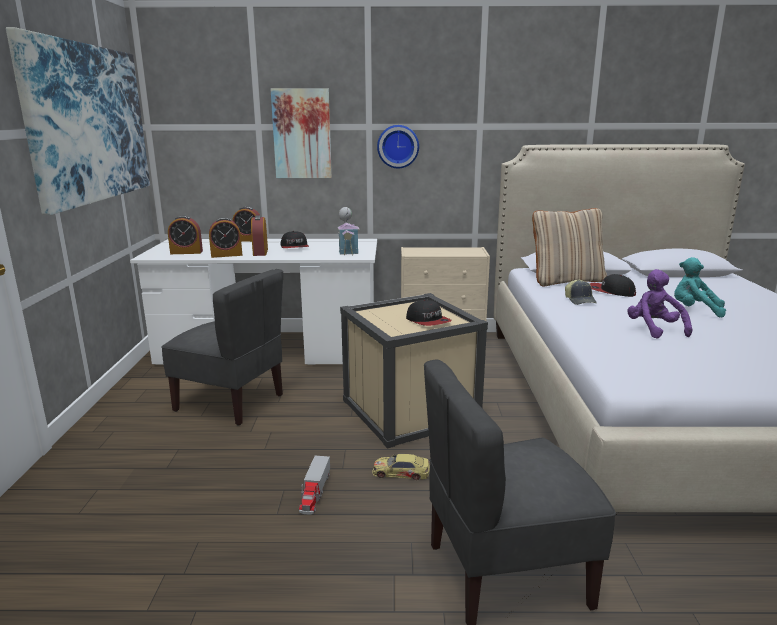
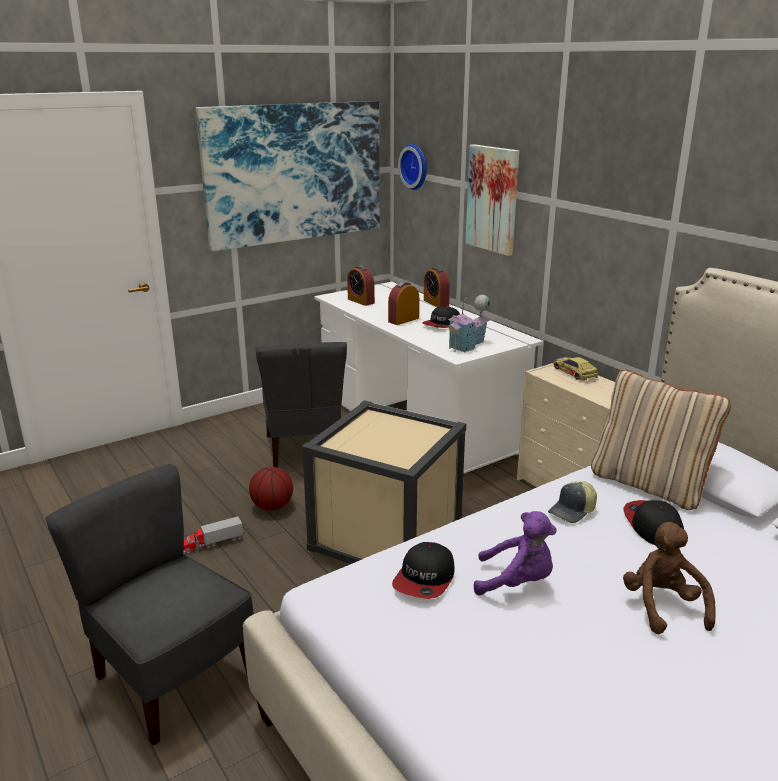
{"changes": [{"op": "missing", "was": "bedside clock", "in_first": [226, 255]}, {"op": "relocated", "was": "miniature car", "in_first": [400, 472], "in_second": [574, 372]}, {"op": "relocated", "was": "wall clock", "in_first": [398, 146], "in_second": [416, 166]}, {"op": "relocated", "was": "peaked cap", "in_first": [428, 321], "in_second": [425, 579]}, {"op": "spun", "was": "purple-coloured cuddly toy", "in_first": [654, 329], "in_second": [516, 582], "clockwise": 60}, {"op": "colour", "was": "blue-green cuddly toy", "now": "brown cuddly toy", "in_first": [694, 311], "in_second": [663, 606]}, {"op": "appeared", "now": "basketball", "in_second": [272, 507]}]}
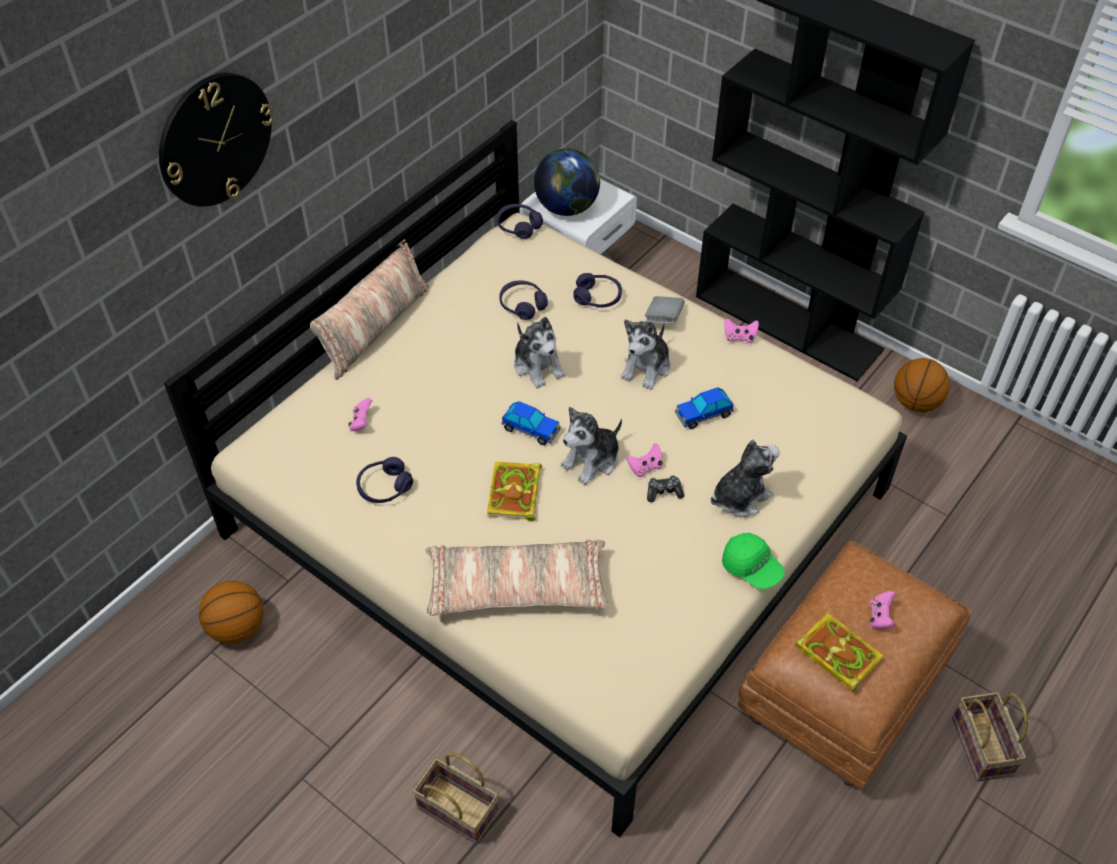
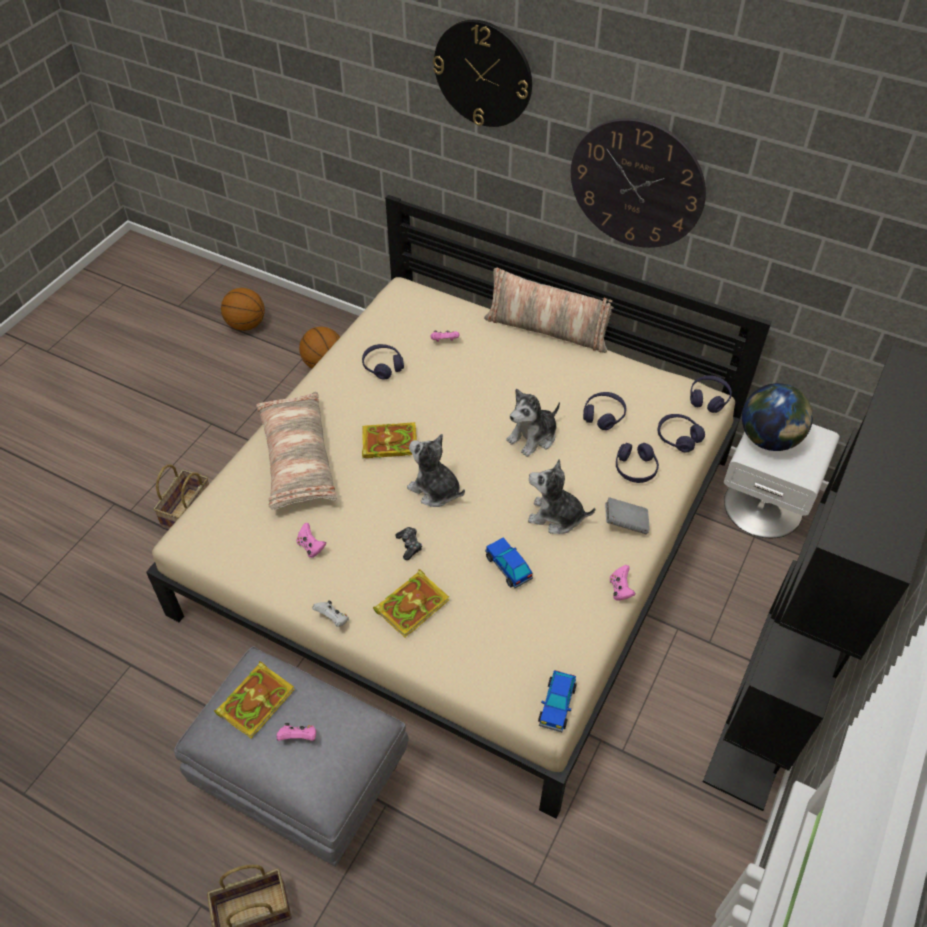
{"changes": [{"op": "relocated", "was": "miniature car", "in_first": [531, 429], "in_second": [557, 705]}, {"op": "relocated", "was": "pinkish game controller", "in_first": [645, 467], "in_second": [311, 547]}, {"op": "exchanged", "was": "cuddly toy", "now": "volume", "in_first": [740, 497], "in_second": [413, 604]}, {"op": "exchanged", "was": "green peaked cap", "now": "white-coloured game controller", "in_first": [751, 568], "in_second": [333, 619]}, {"op": "colour", "was": "brown pouffe", "now": "greyish pouffe", "in_first": [841, 691], "in_second": [304, 776]}, {"op": "relocated", "was": "basketball", "in_first": [915, 403], "in_second": [246, 325]}, {"op": "appeared", "now": "wall clock", "in_second": [637, 184]}, {"op": "appeared", "now": "purple-coloured headset", "in_second": [678, 437]}]}
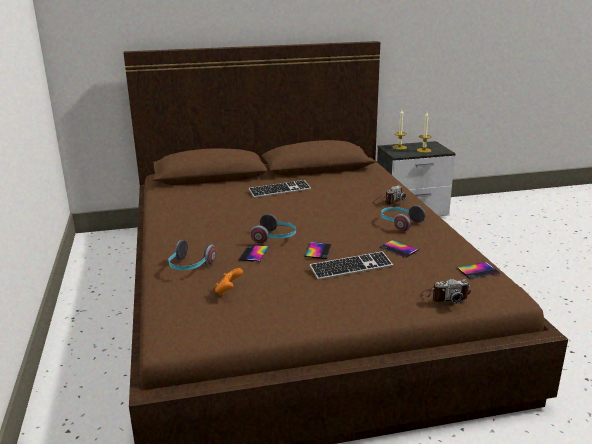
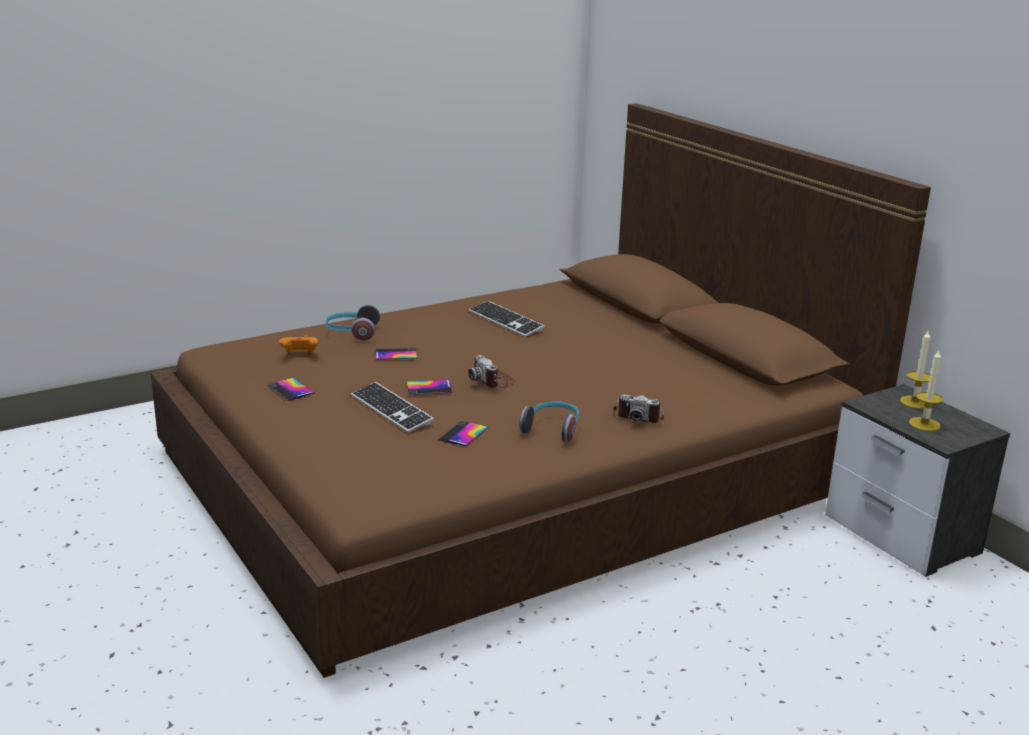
{"changes": [{"op": "relocated", "was": "computer keyboard", "in_first": [279, 190], "in_second": [505, 321]}, {"op": "missing", "was": "headset", "in_first": [275, 238]}, {"op": "relocated", "was": "still camera", "in_first": [445, 296], "in_second": [492, 380]}, {"op": "relocated", "was": "handset", "in_first": [478, 270], "in_second": [290, 389]}]}
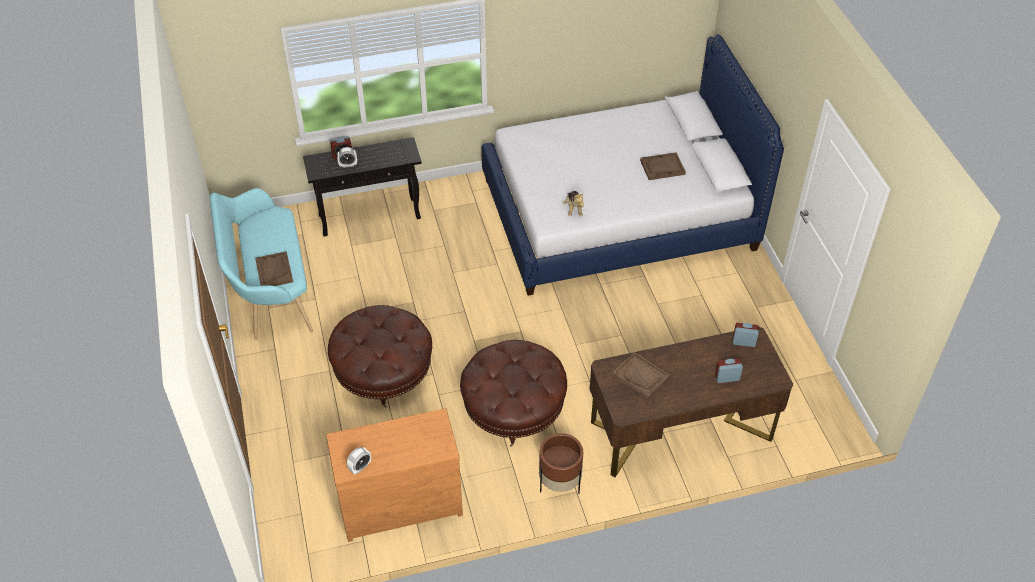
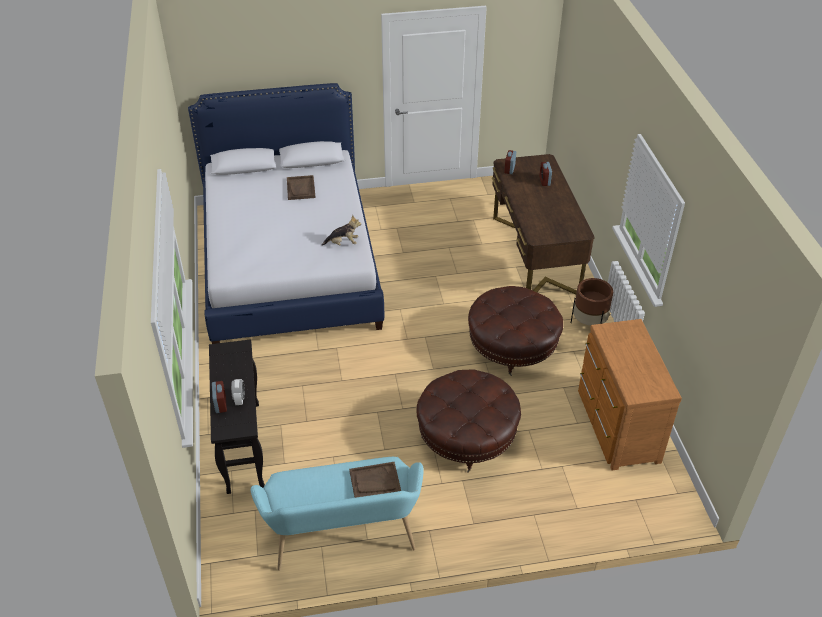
{"changes": [{"op": "missing", "was": "bedside clock", "in_first": [360, 467]}, {"op": "missing", "was": "brown carrying tray", "in_first": [640, 376]}]}
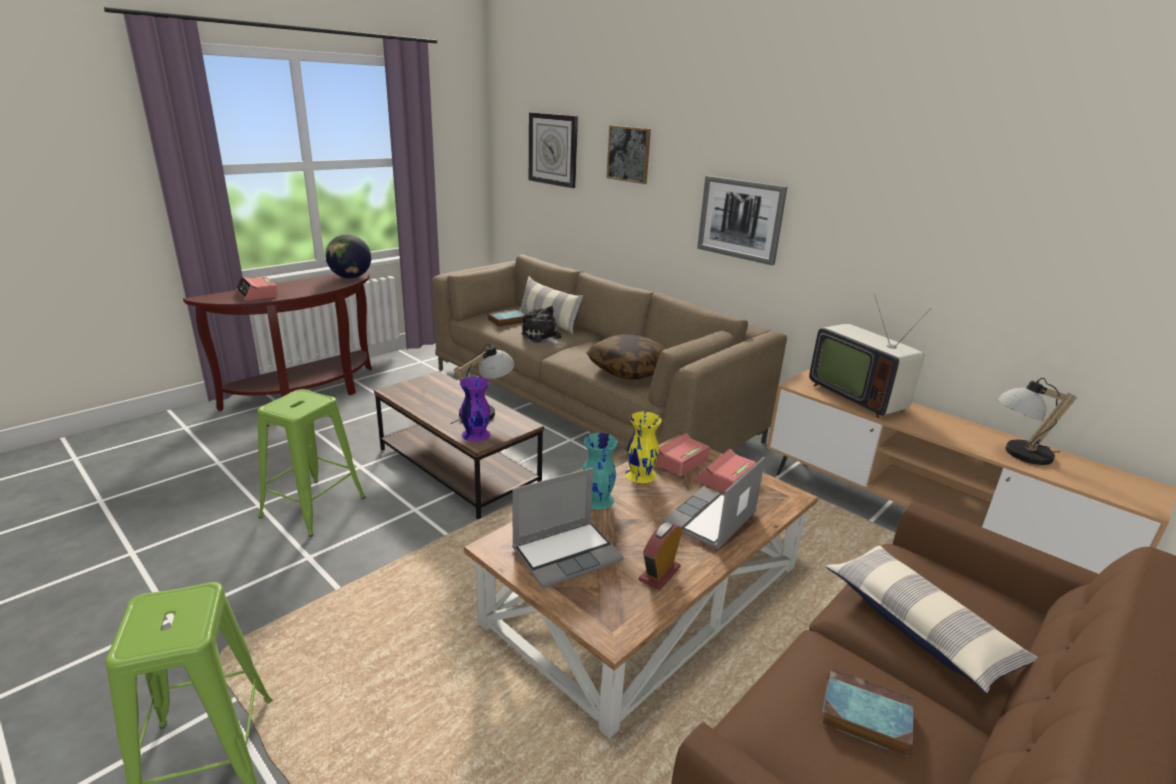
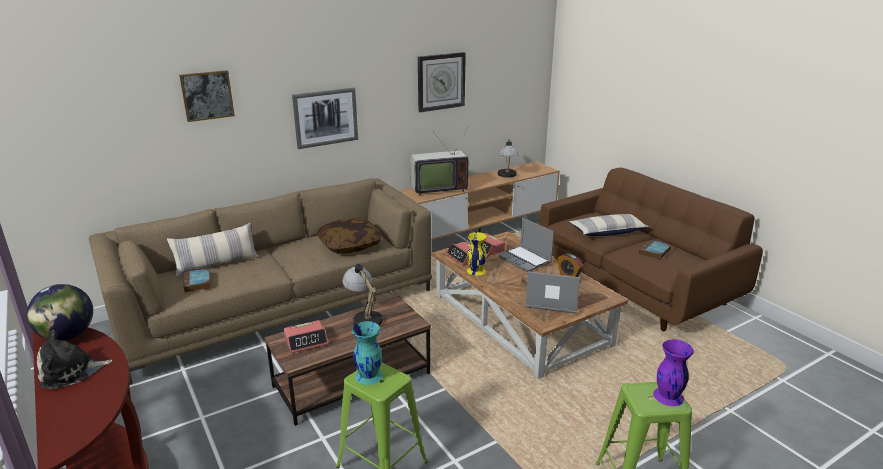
{"changes": [{"op": "relocated", "was": "bedside clock", "in_first": [257, 294], "in_second": [306, 341]}, {"op": "relocated", "was": "purple-coloured vase", "in_first": [475, 434], "in_second": [668, 396]}, {"op": "spun", "was": "notebook computer", "in_first": [567, 553], "in_second": [551, 302], "clockwise": -60}, {"op": "relocated", "was": "cuddly toy", "in_first": [542, 337], "in_second": [71, 372]}, {"op": "relocated", "was": "wall clock", "in_first": [553, 149], "in_second": [441, 81]}, {"op": "relocated", "was": "blue-green vase", "in_first": [598, 500], "in_second": [369, 375]}]}
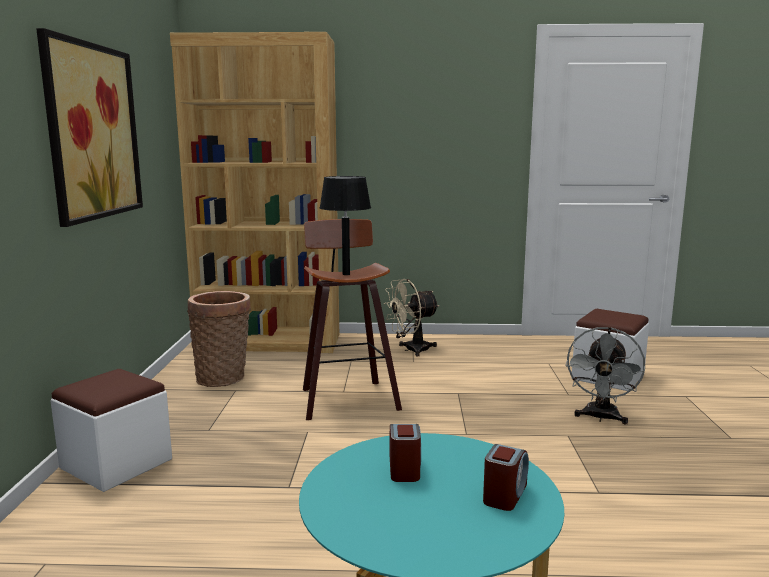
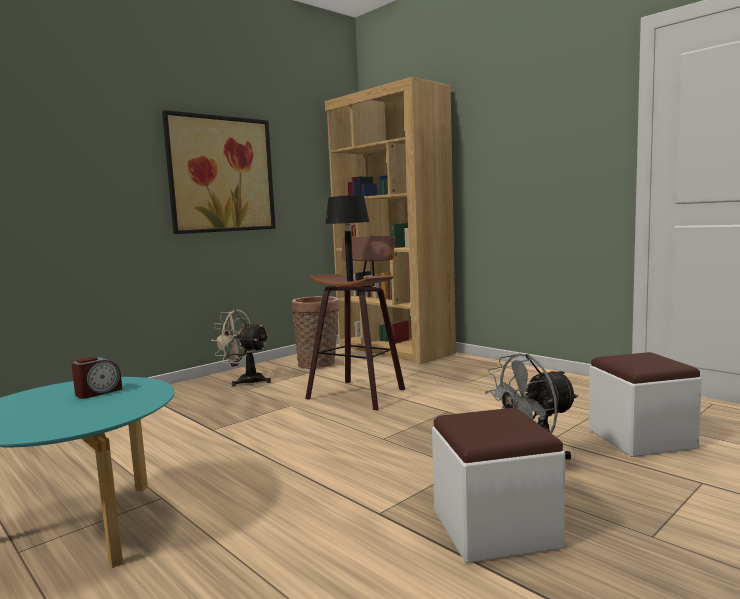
{"changes": [{"op": "relocated", "was": "white-coloured pouffe", "in_first": [116, 464], "in_second": [495, 528]}, {"op": "relocated", "was": "sand-coloured cooling fan", "in_first": [411, 350], "in_second": [245, 381]}, {"op": "missing", "was": "bedside clock", "in_first": [505, 494]}]}
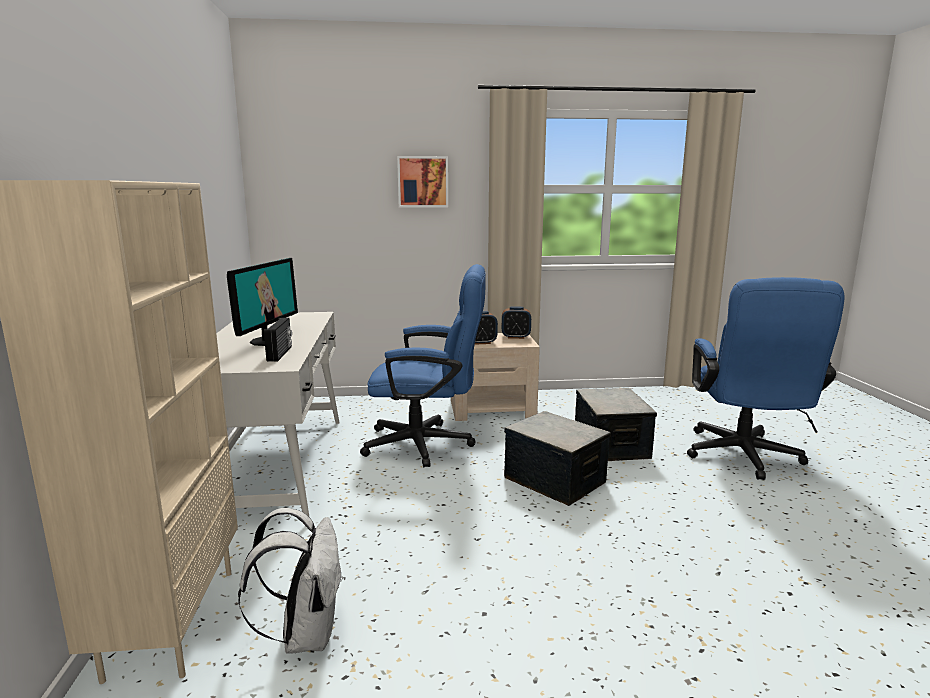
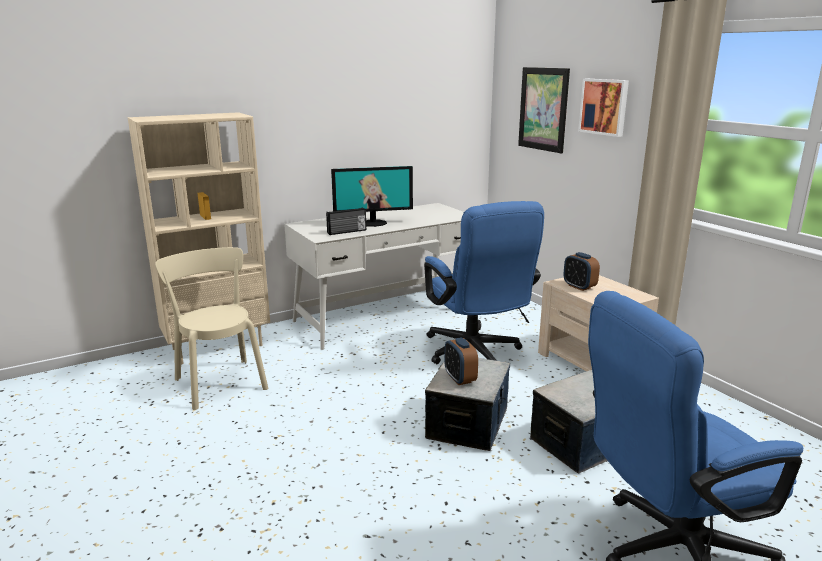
{"changes": [{"op": "exchanged", "was": "white-coloured backpack", "now": "sand-coloured chair", "in_first": [305, 634], "in_second": [219, 381]}, {"op": "relocated", "was": "bedside clock", "in_first": [515, 337], "in_second": [460, 378]}, {"op": "appeared", "now": "wall art", "in_second": [543, 109]}]}
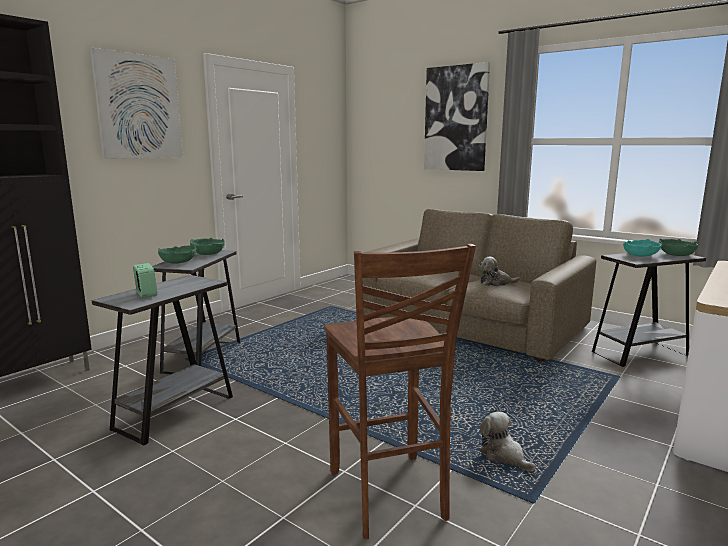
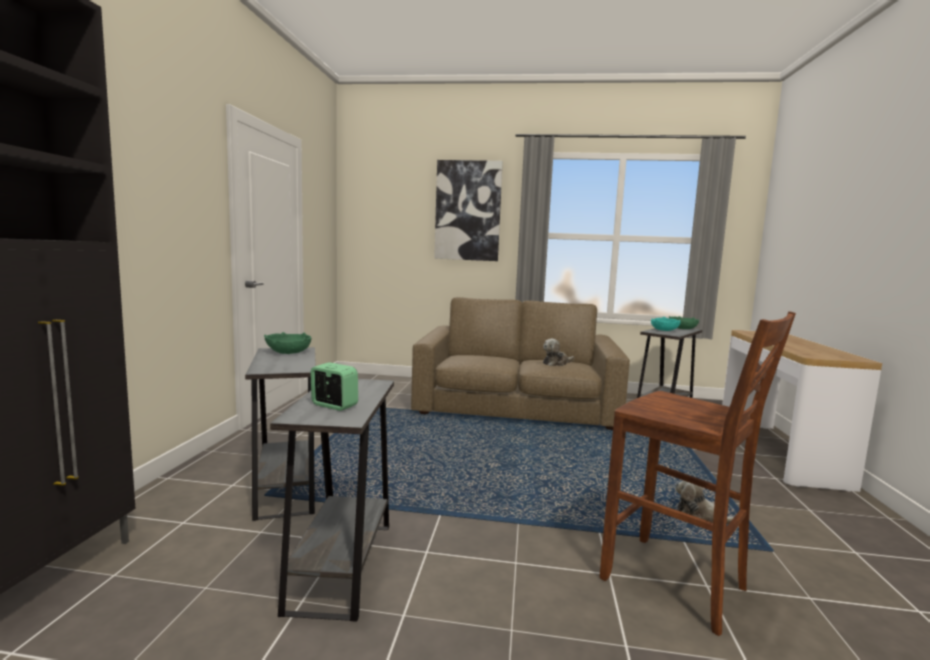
{"changes": [{"op": "missing", "was": "wall art", "in_first": [139, 107]}, {"op": "missing", "was": "green bowl", "in_first": [178, 262]}]}
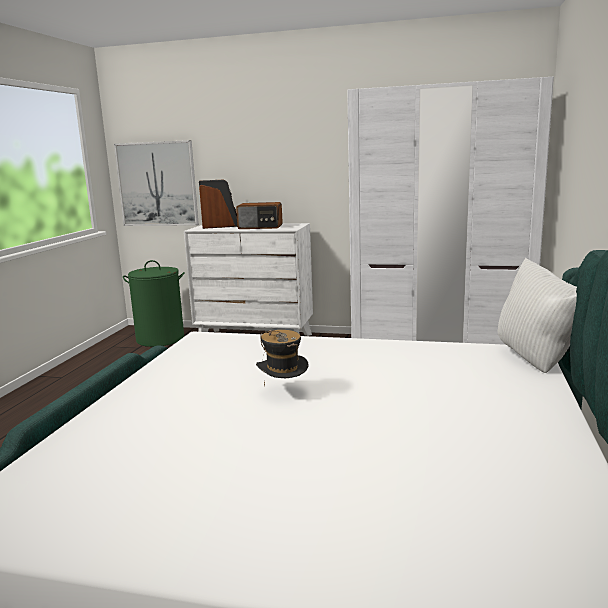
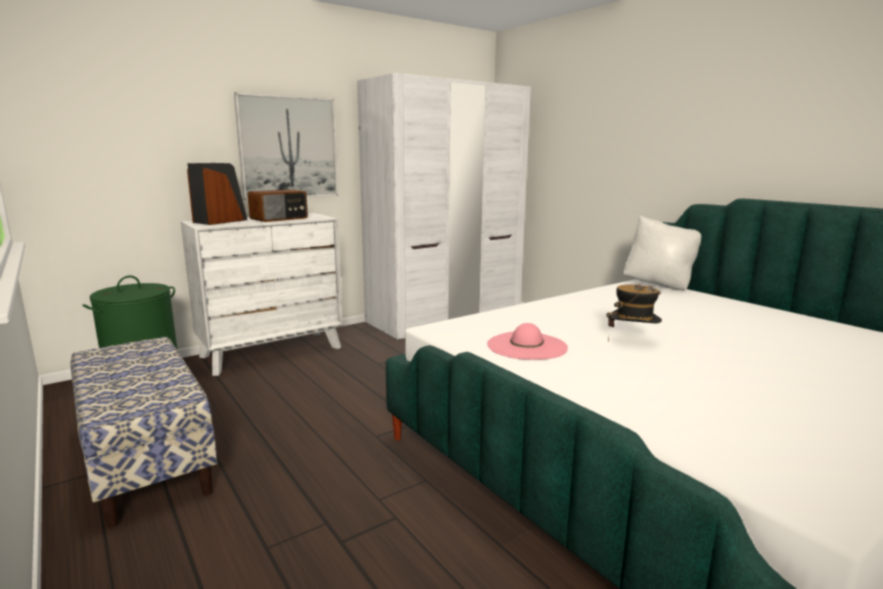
{"changes": [{"op": "relocated", "was": "wall art", "in_first": [157, 184], "in_second": [289, 148]}, {"op": "appeared", "now": "bench", "in_second": [145, 460]}, {"op": "appeared", "now": "pinkish wearable hat", "in_second": [527, 346]}]}
